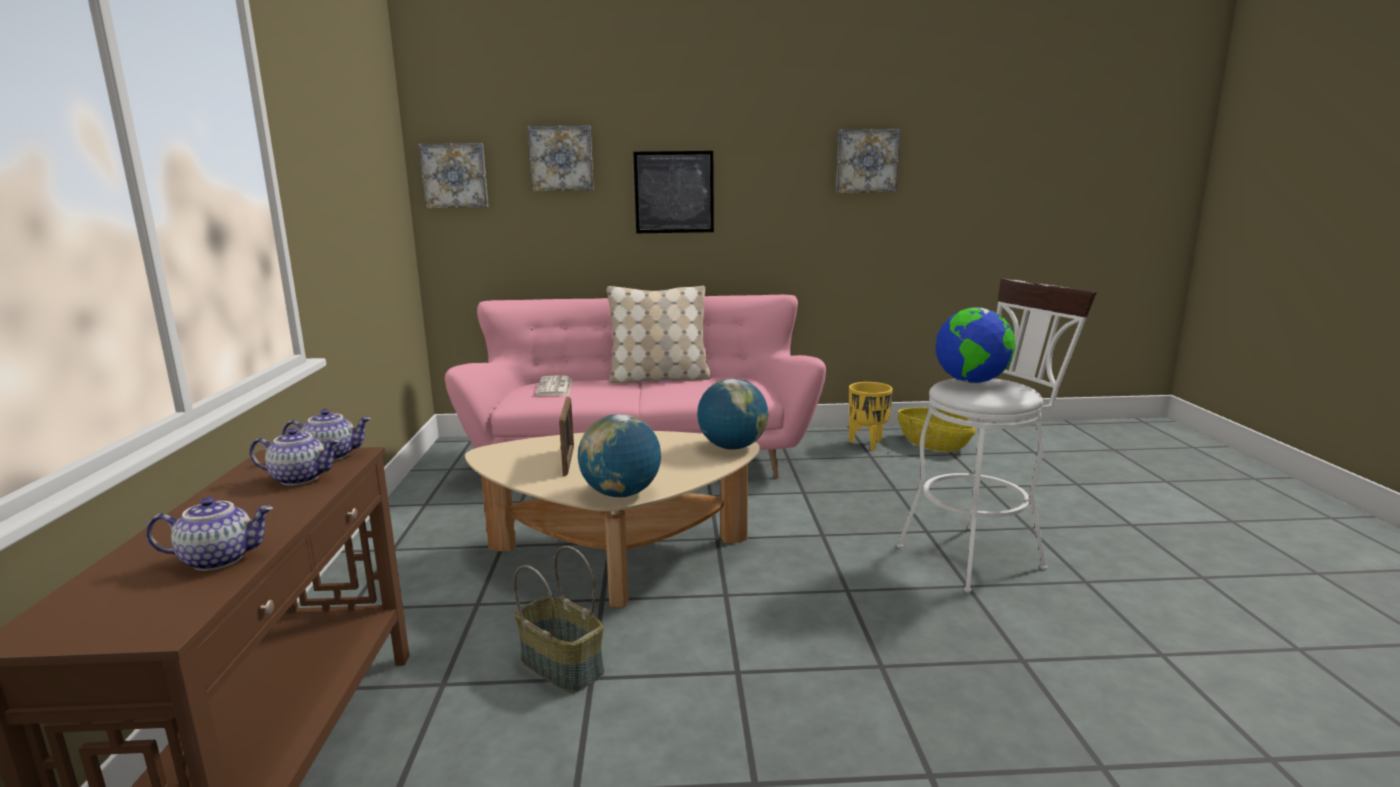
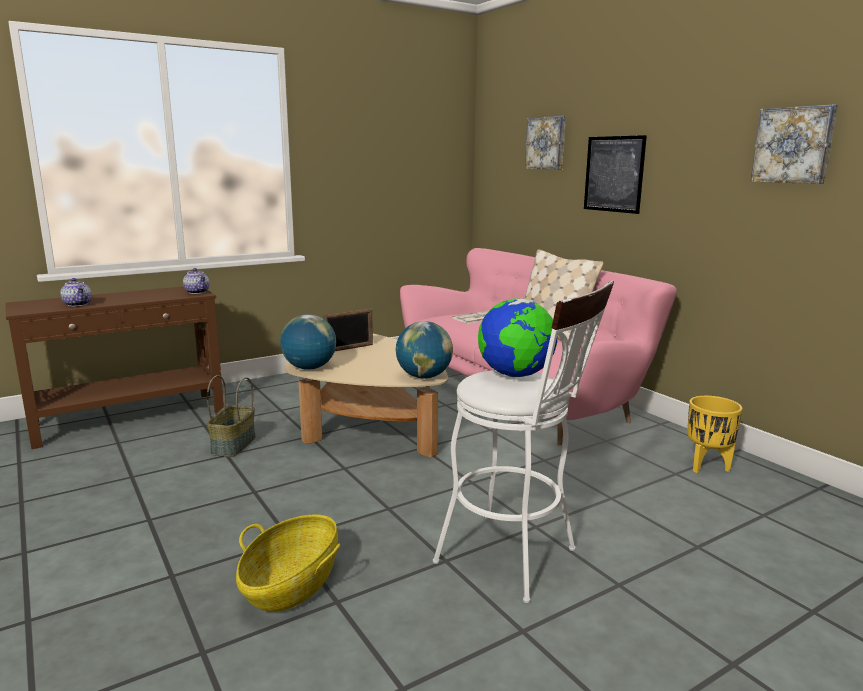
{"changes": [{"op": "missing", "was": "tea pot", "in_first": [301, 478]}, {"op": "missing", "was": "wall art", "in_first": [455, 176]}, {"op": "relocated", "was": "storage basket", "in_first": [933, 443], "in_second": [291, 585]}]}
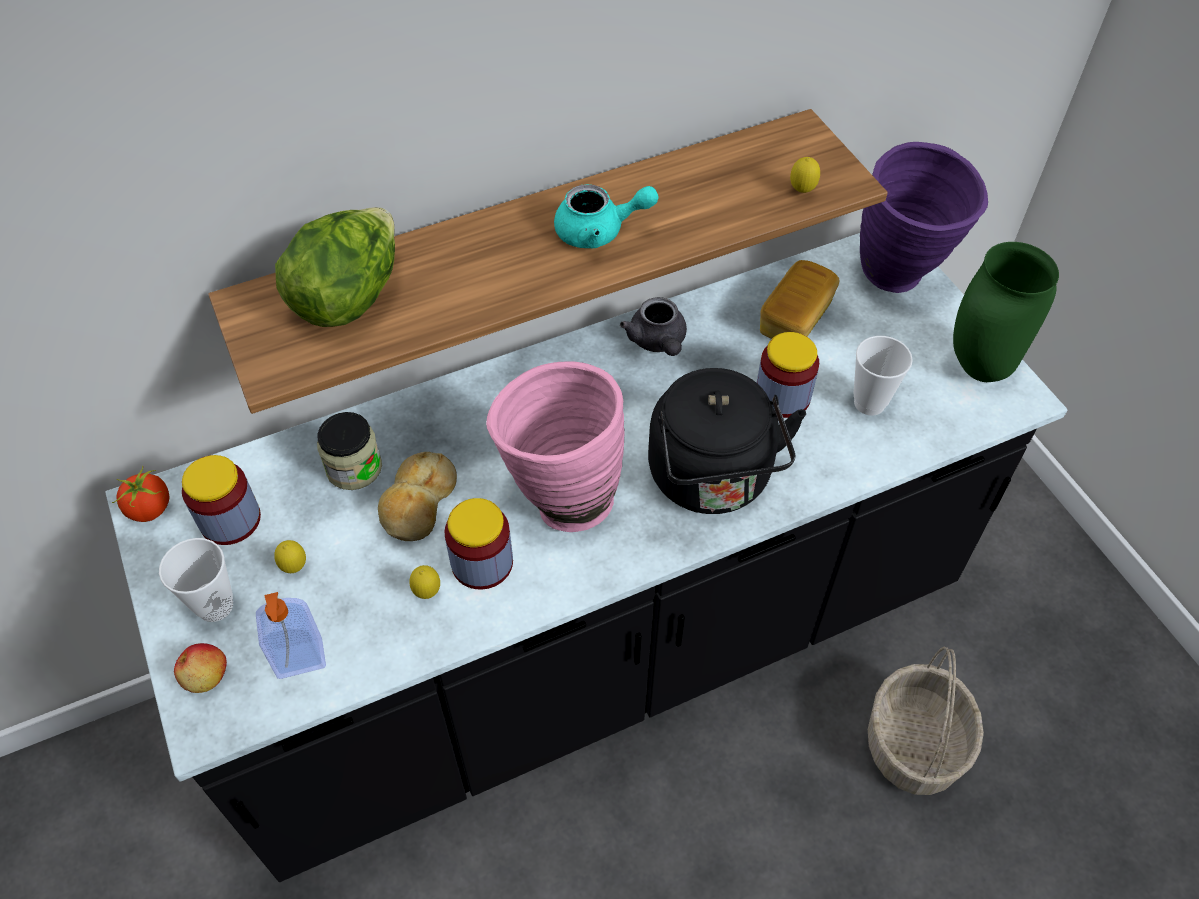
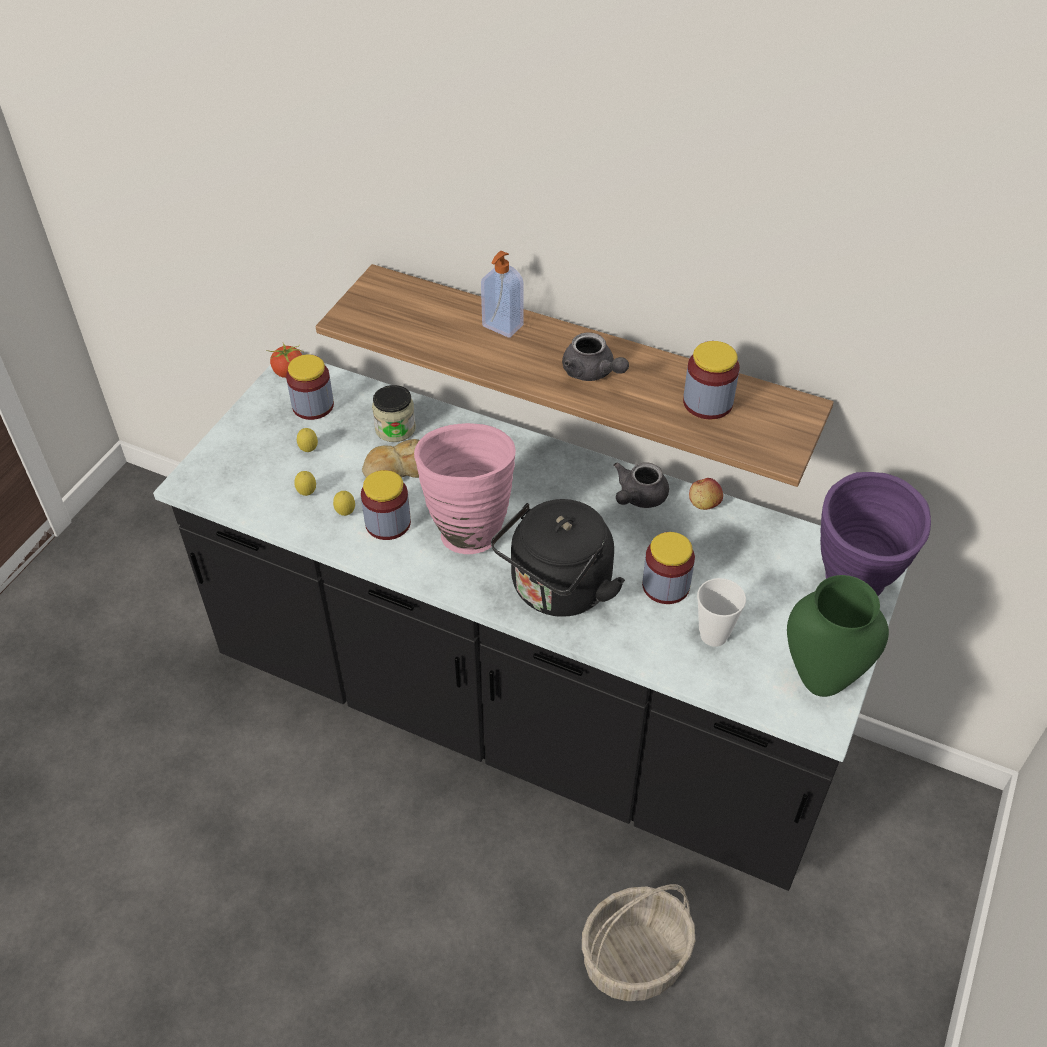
{"changes": [{"op": "missing", "was": "cup", "in_first": [215, 606]}, {"op": "relocated", "was": "whole apple", "in_first": [206, 676], "in_second": [704, 503]}, {"op": "relocated", "was": "liquid soap bottle", "in_first": [300, 660], "in_second": [502, 326]}, {"op": "missing", "was": "lettuce", "in_first": [349, 297]}, {"op": "colour", "was": "blue-green tea pot", "now": "greyish tea pot", "in_first": [599, 231], "in_second": [592, 373]}, {"op": "missing", "was": "bread", "in_first": [795, 319]}, {"op": "relocated", "was": "whole lemon", "in_first": [802, 191], "in_second": [307, 493]}, {"op": "appeared", "now": "jar", "in_second": [707, 402]}]}
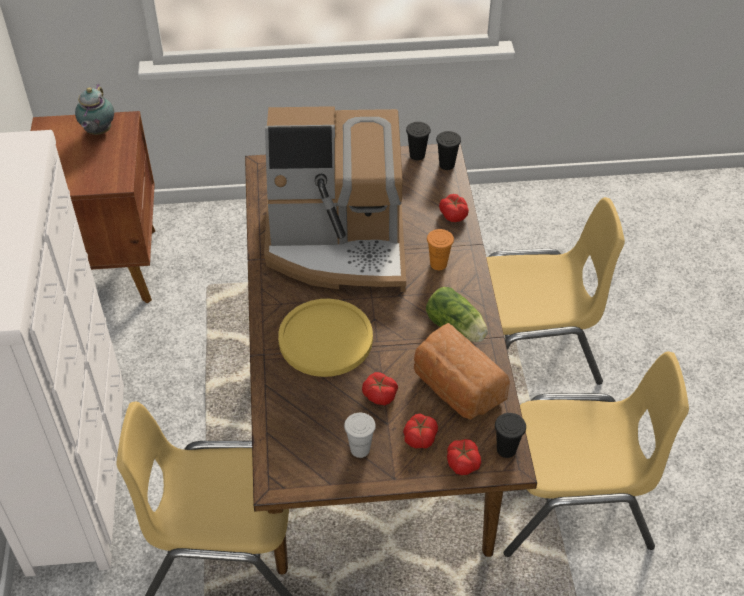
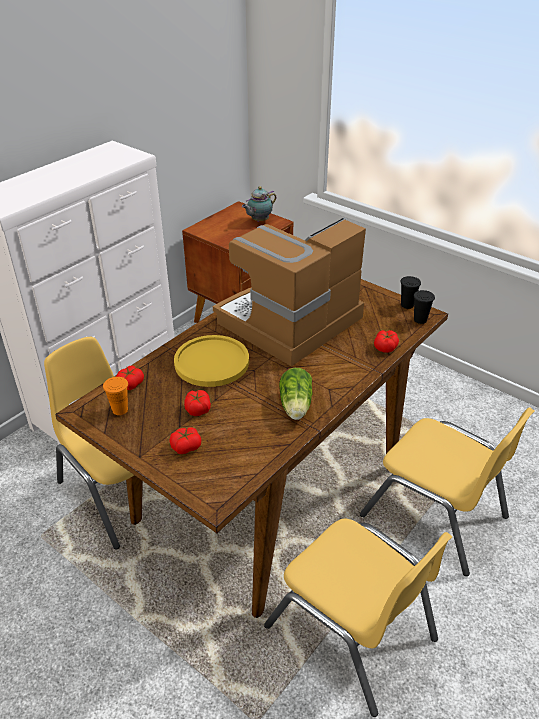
{"changes": [{"op": "spun", "was": "coffee machine", "in_first": [338, 244], "in_second": [289, 322], "clockwise": 90}, {"op": "missing", "was": "white-coloured cup", "in_first": [360, 449]}, {"op": "missing", "was": "bread", "in_first": [455, 388]}, {"op": "relocated", "was": "orangey cup", "in_first": [438, 264], "in_second": [120, 410]}, {"op": "relocated", "was": "whole tomato", "in_first": [462, 462], "in_second": [130, 384]}, {"op": "missing", "was": "black-coloured cup", "in_first": [506, 449]}]}
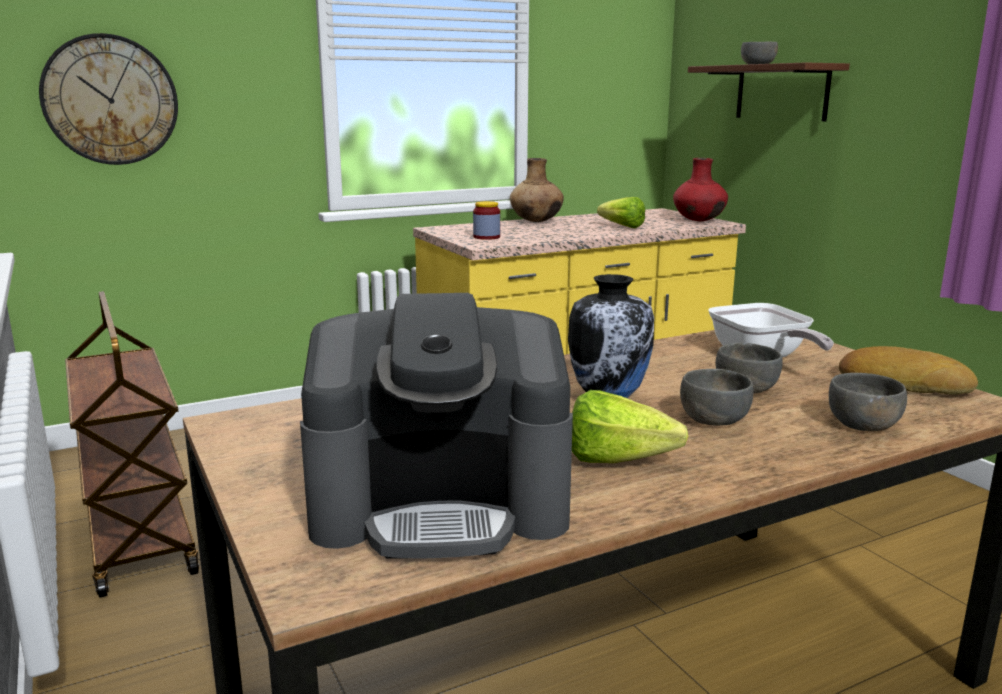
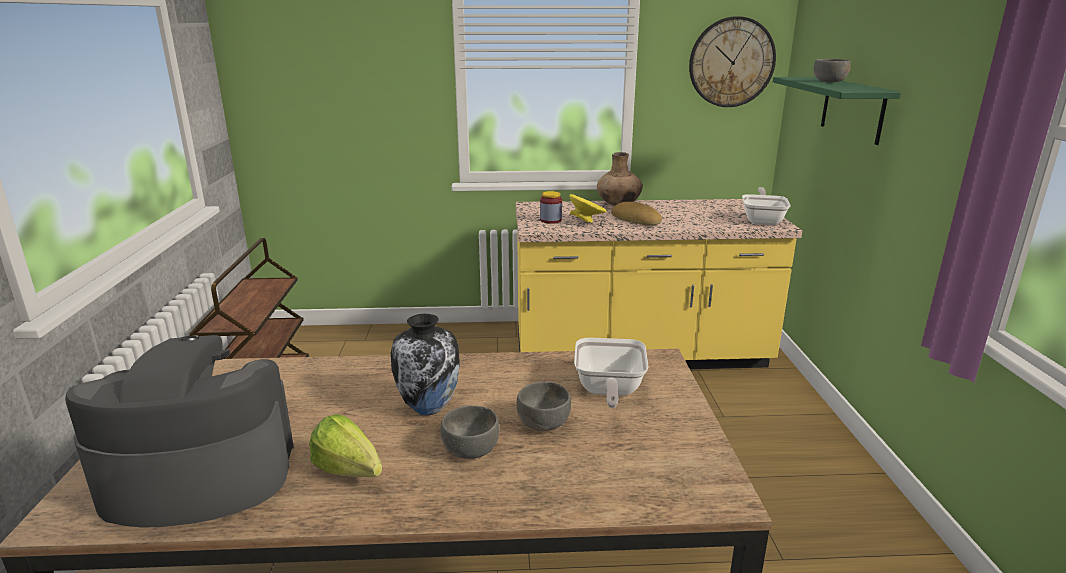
{"changes": [{"op": "relocated", "was": "wall clock", "in_first": [110, 100], "in_second": [731, 62]}, {"op": "spun", "was": "coffee machine", "in_first": [441, 504], "in_second": [198, 476], "clockwise": 150}, {"op": "missing", "was": "lettuce", "in_first": [619, 226]}, {"op": "exchanged", "was": "reddish vase", "now": "frying pan", "in_first": [698, 220], "in_second": [762, 220]}, {"op": "colour", "was": "brown wall shelf", "now": "green wall shelf", "in_first": [781, 92], "in_second": [852, 109]}, {"op": "missing", "was": "greyish bowl", "in_first": [863, 425]}, {"op": "relocated", "was": "bread", "in_first": [902, 383], "in_second": [636, 219]}, {"op": "appeared", "now": "yellow bowl", "in_second": [586, 222]}]}
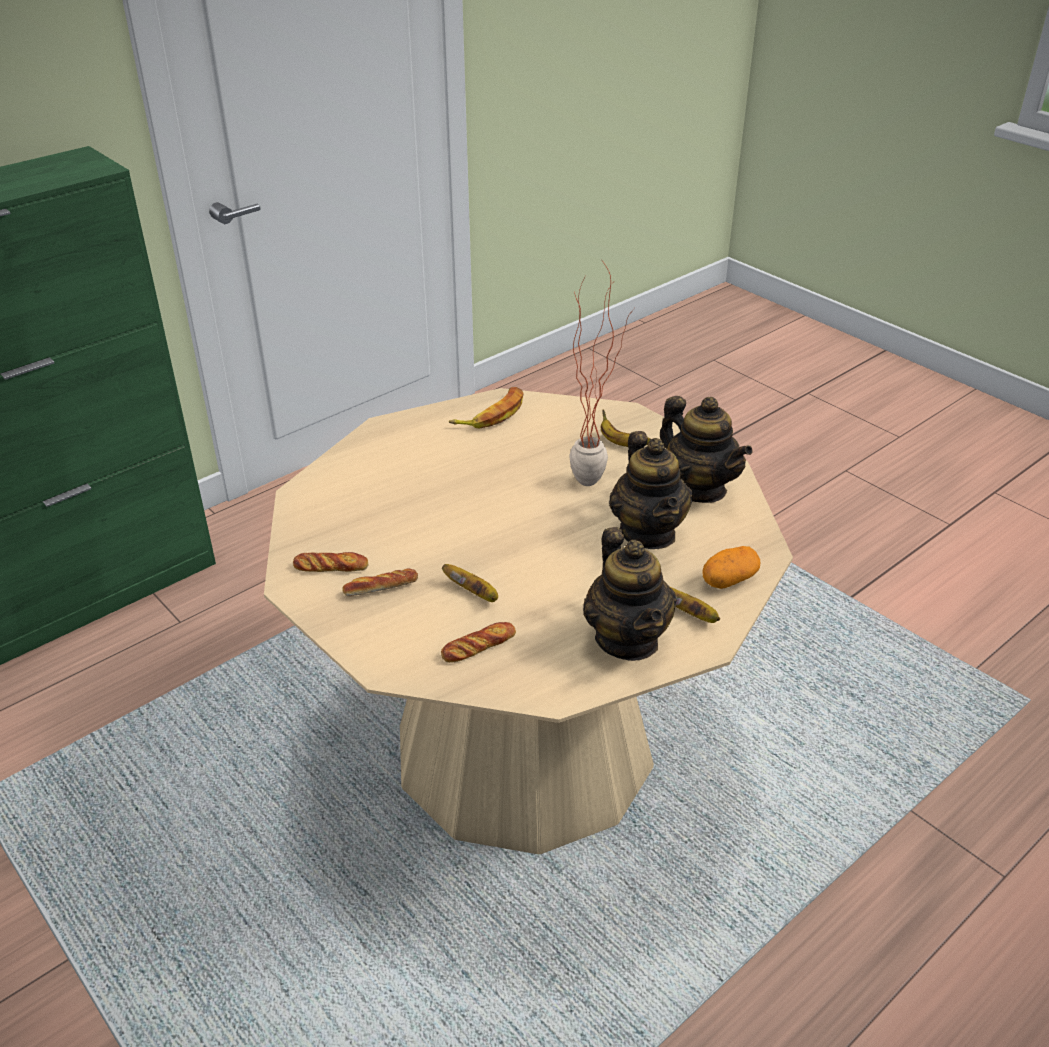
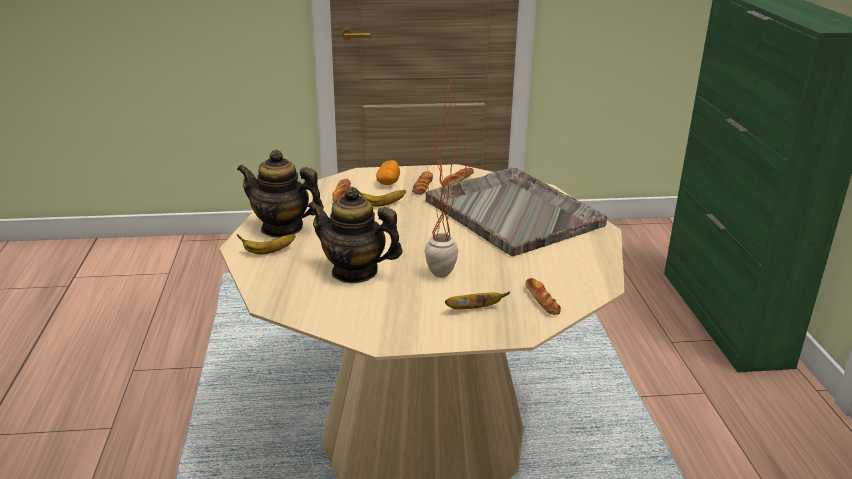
{"changes": [{"op": "missing", "was": "banana", "in_first": [492, 414]}, {"op": "missing", "was": "tea pot", "in_first": [699, 488]}, {"op": "relocated", "was": "whole potato", "in_first": [729, 579], "in_second": [388, 182]}, {"op": "appeared", "now": "greyish carrying tray", "in_second": [512, 212]}, {"op": "appeared", "now": "bread", "in_second": [541, 300]}]}
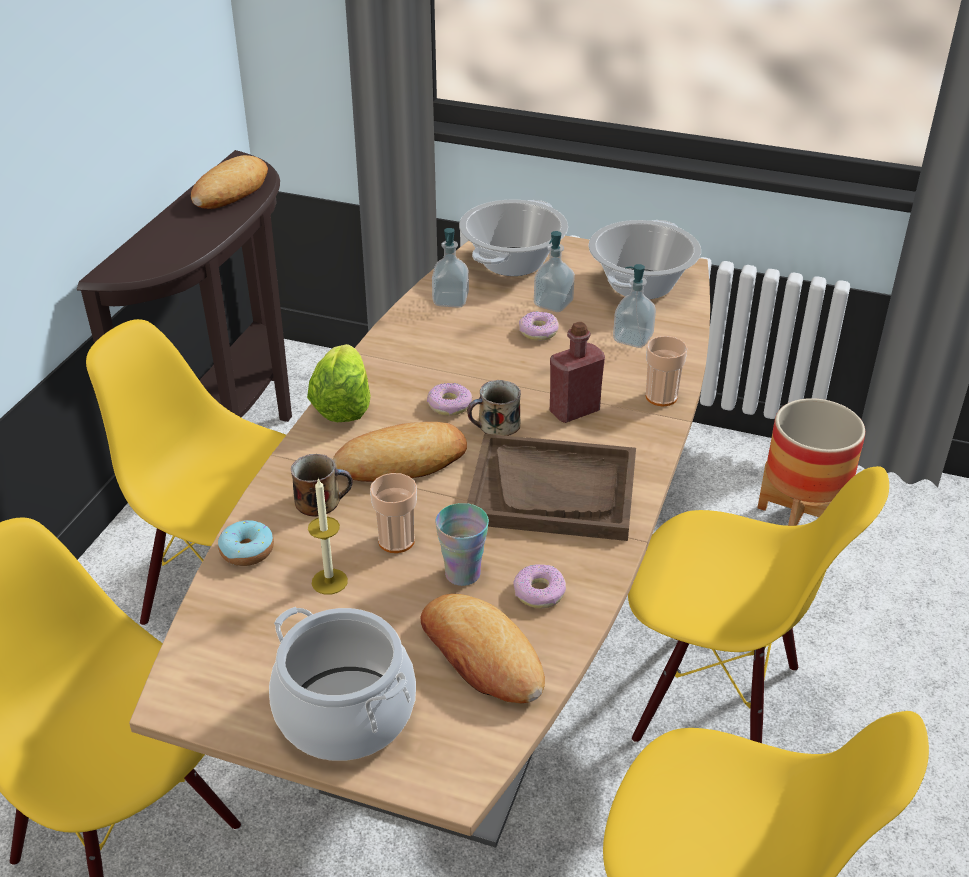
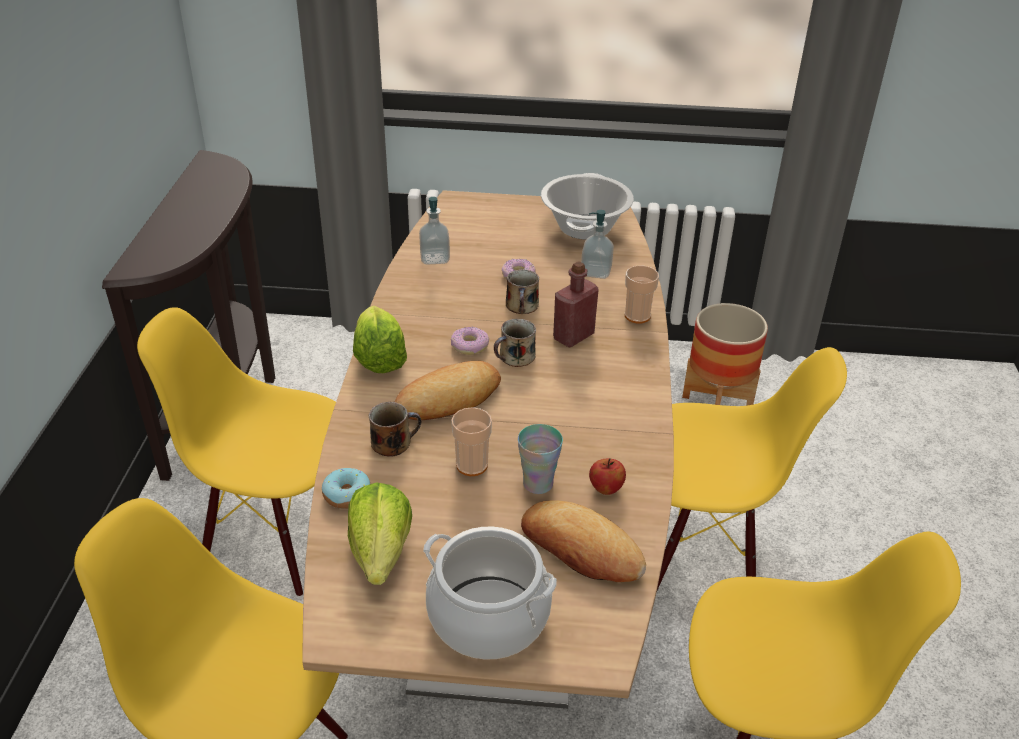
{"changes": [{"op": "missing", "was": "bread", "in_first": [231, 190]}, {"op": "missing", "was": "wax candle", "in_first": [329, 581]}, {"op": "missing", "was": "cooking pot", "in_first": [512, 262]}, {"op": "missing", "was": "brown carrying tray", "in_first": [553, 490]}, {"op": "exchanged", "was": "doughnut", "now": "whole apple", "in_first": [539, 592], "in_second": [606, 489]}, {"op": "missing", "was": "liquid soap bottle", "in_first": [553, 303]}, {"op": "appeared", "now": "lettuce", "in_second": [381, 553]}, {"op": "appeared", "now": "coffee mug", "in_second": [522, 306]}]}
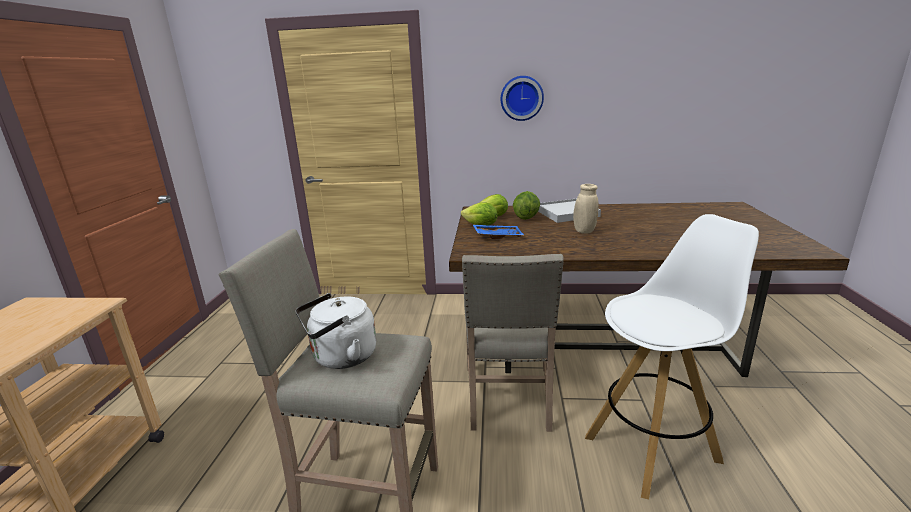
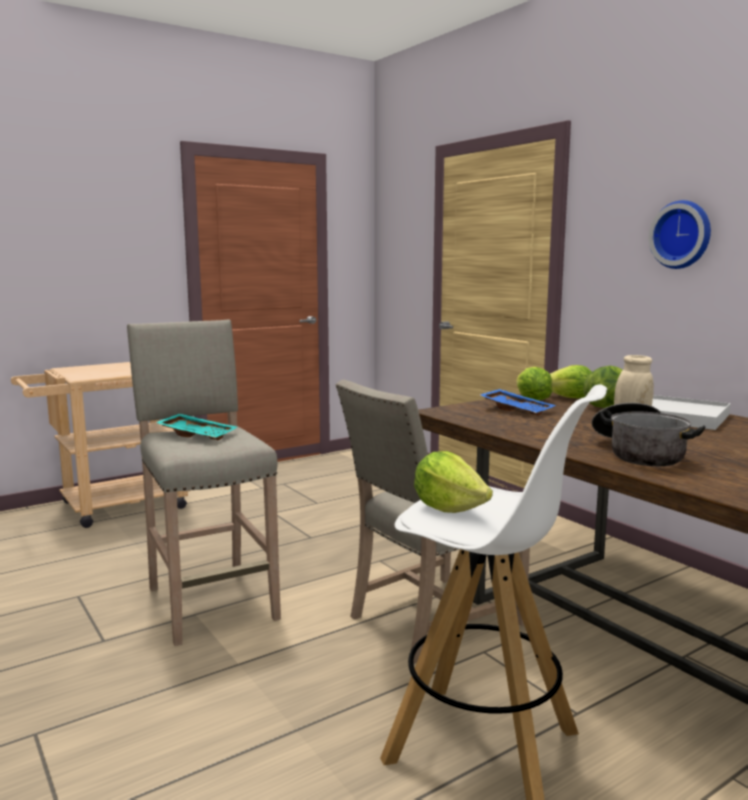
{"changes": [{"op": "exchanged", "was": "white-coloured water kettle", "now": "blue-green carrying tray", "in_first": [341, 357], "in_second": [198, 435]}, {"op": "appeared", "now": "lettuce", "in_second": [449, 508]}, {"op": "appeared", "now": "cooking pot", "in_second": [639, 453]}]}
